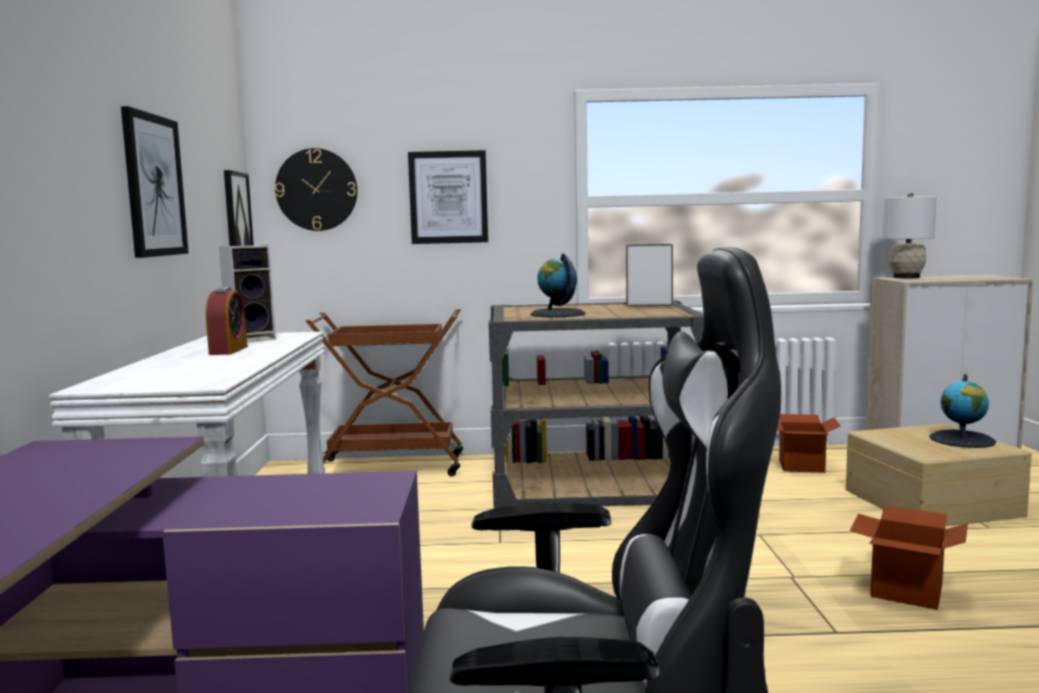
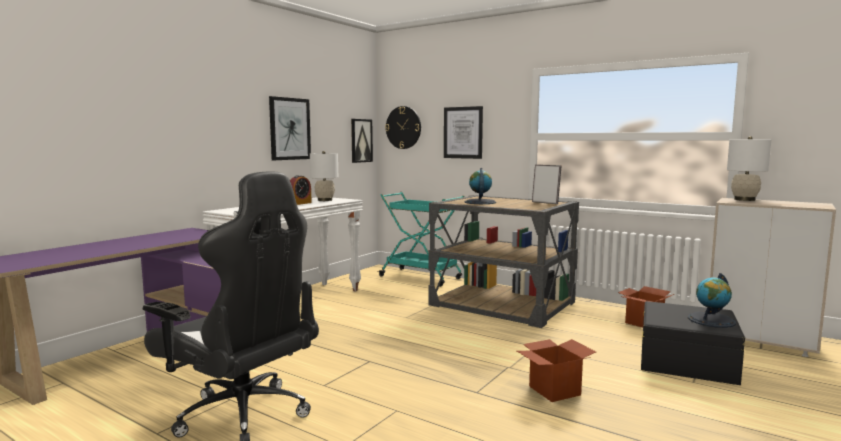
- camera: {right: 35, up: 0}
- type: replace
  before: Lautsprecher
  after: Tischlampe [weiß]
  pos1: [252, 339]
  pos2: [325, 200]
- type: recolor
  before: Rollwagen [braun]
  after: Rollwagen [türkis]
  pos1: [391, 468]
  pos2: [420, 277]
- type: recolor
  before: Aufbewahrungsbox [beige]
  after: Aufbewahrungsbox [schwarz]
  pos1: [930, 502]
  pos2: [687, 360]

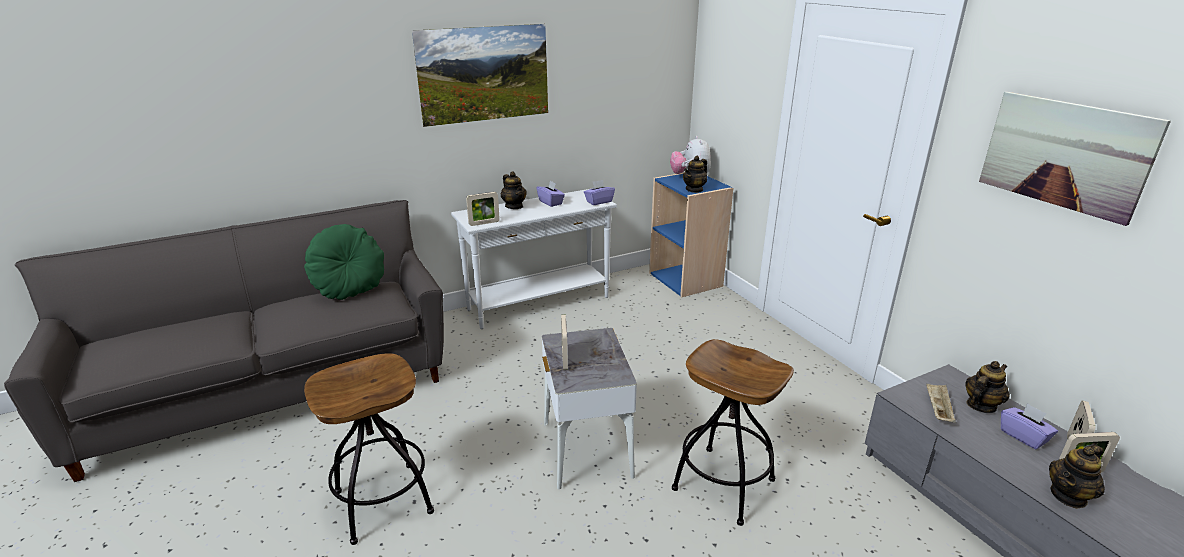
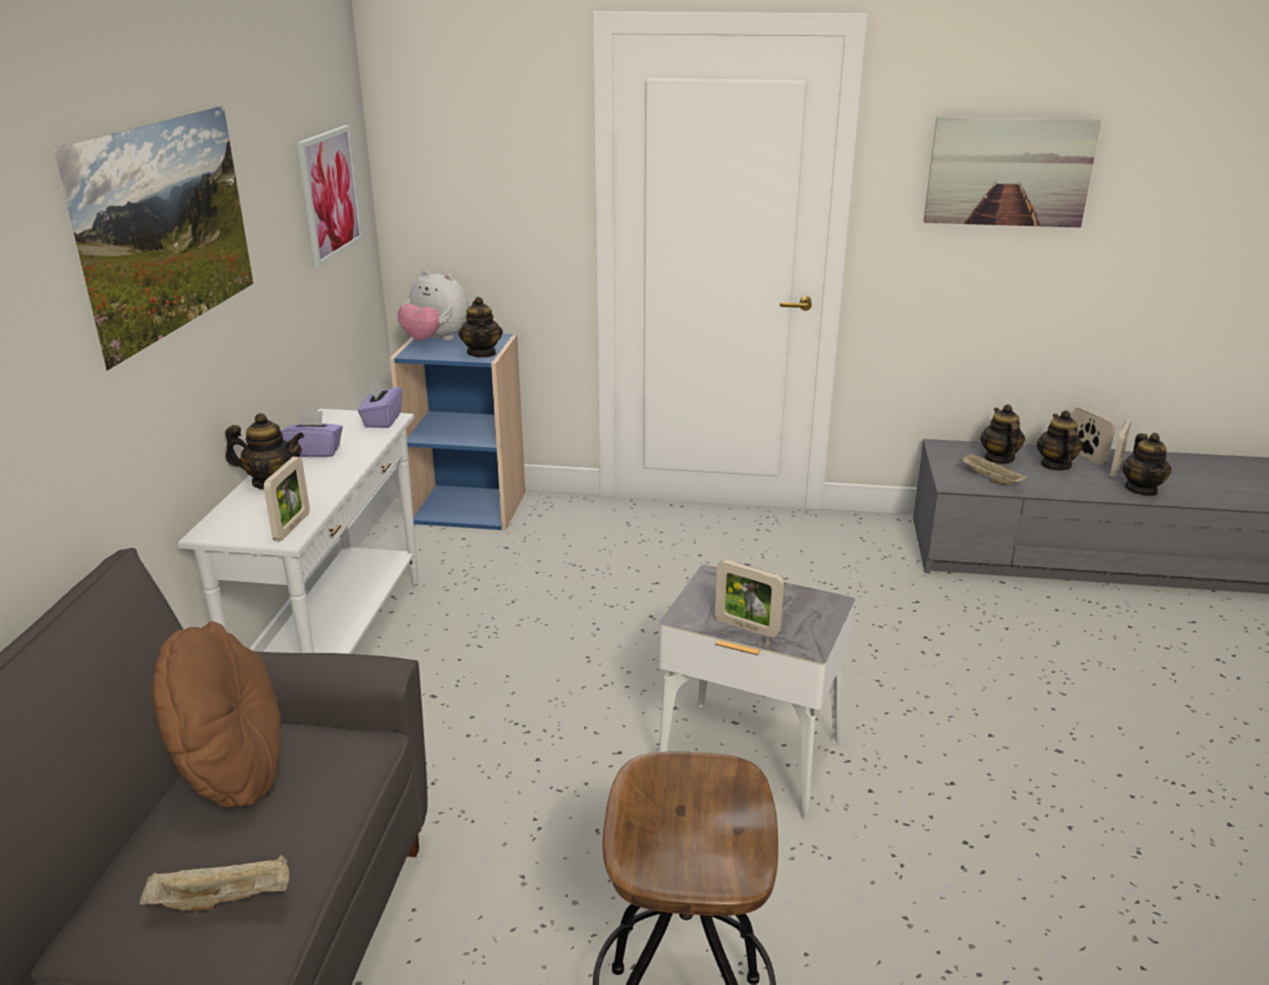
- camera: {right: -55, up: 0}
- type: delete
  before: Hocker [braun]
  pos1: [723, 483]
- type: insert
  after: Tablett [beige]
  pos2: [224, 900]
- type: insert
  after: Bild
  pos2: [329, 194]
- type: replace
  before: Taschentuchbox [lila]
  after: Teekanne
  pos1: [1023, 436]
  pos2: [1055, 465]
- type: recolor
  before: Kissen [grün]
  after: Kissen [braun]
  pos1: [351, 292]
  pos2: [235, 776]

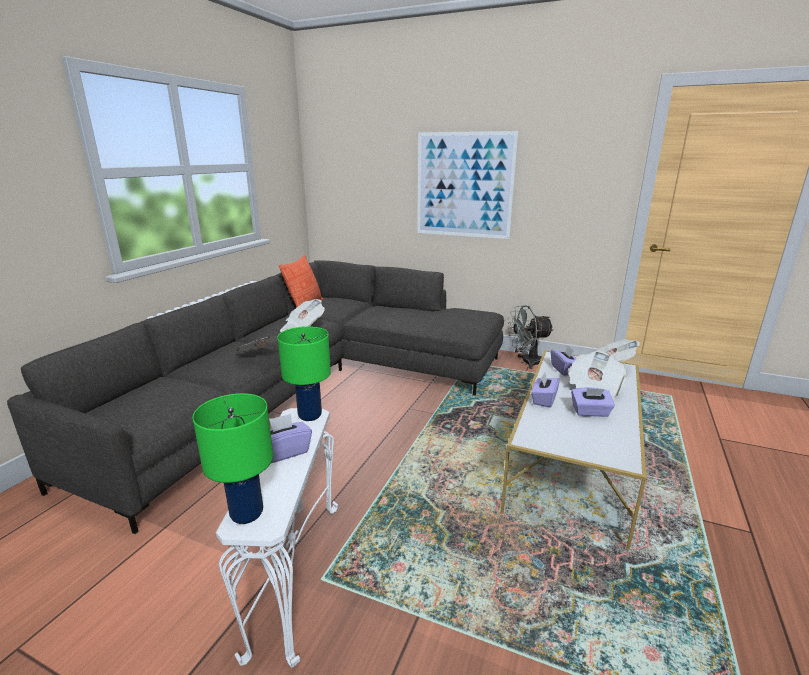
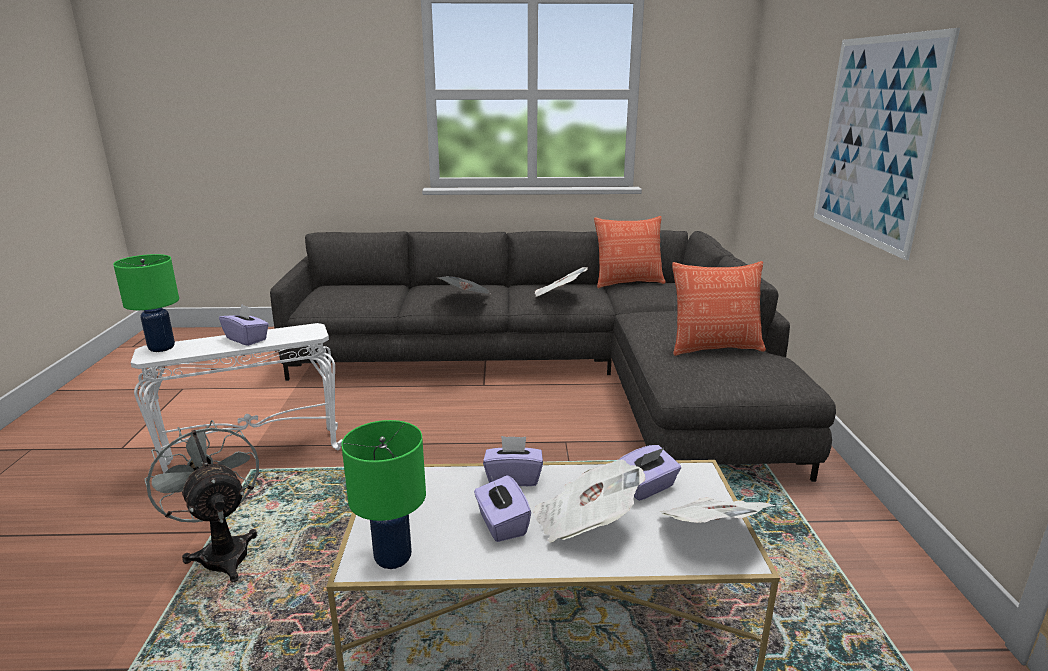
- camera: {right: 65, up: 0}
- type: insert
  after: Kissen [orange]
  pos2: [714, 348]
- type: move
  before: Tischlampe [grün]
  pos1: [310, 415]
  pos2: [395, 558]
- type: move
  before: Ventilator [grau]
  pos1: [526, 362]
  pos2: [222, 551]

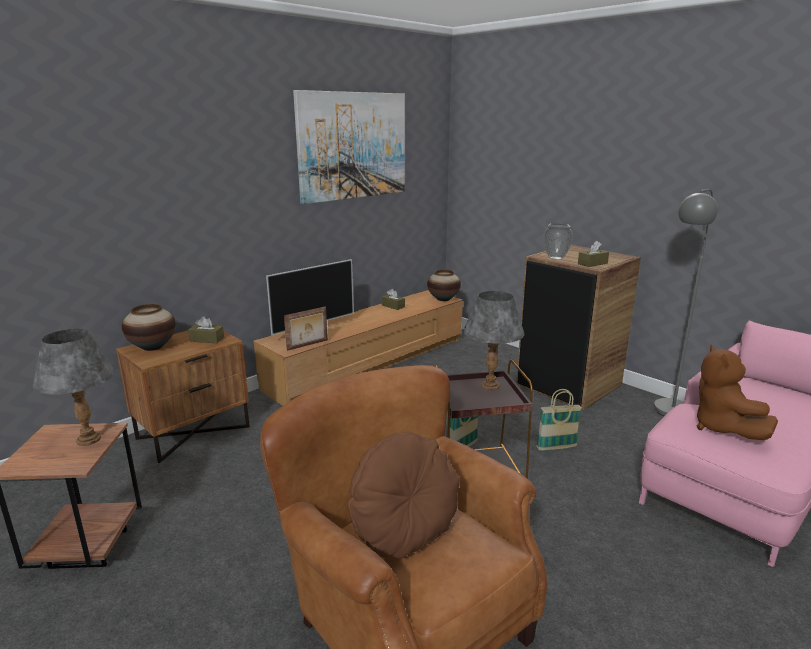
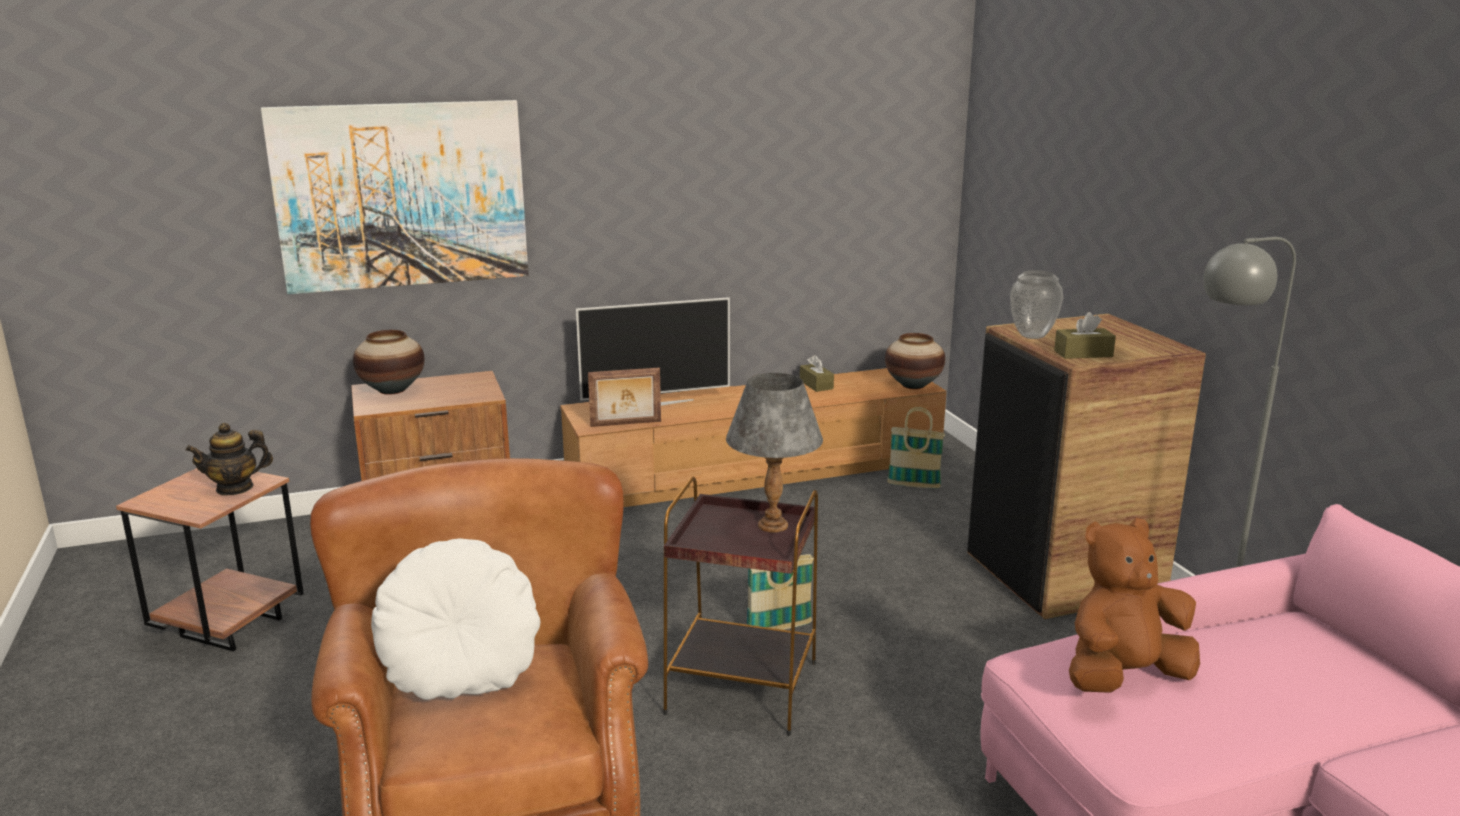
- camera: {right: 25, up: 0}
- type: delete
  before: Taschentuchbox [braun]
  pos1: [207, 339]
- type: move
  before: Bild
  pos1: [353, 146]
  pos2: [402, 195]
- type: move
  before: Korb
  pos1: [556, 447]
  pos2: [914, 485]
- type: replace
  before: Tischlampe [grau]
  after: Teekanne
  pos1: [89, 439]
  pos2: [235, 488]
- type: recolor
  before: Kissen [braun]
  after: Kissen [weiß]
  pos1: [405, 537]
  pos2: [463, 682]
- type: rotate
  before: Plüschtier [braun]
  pos1: [722, 428]
  pos2: [1123, 677]
  turn: 45

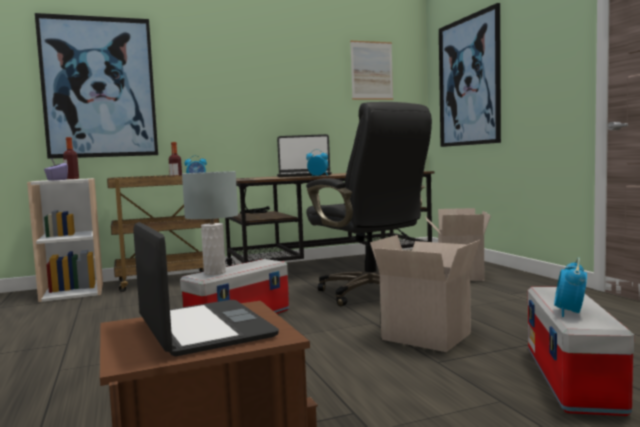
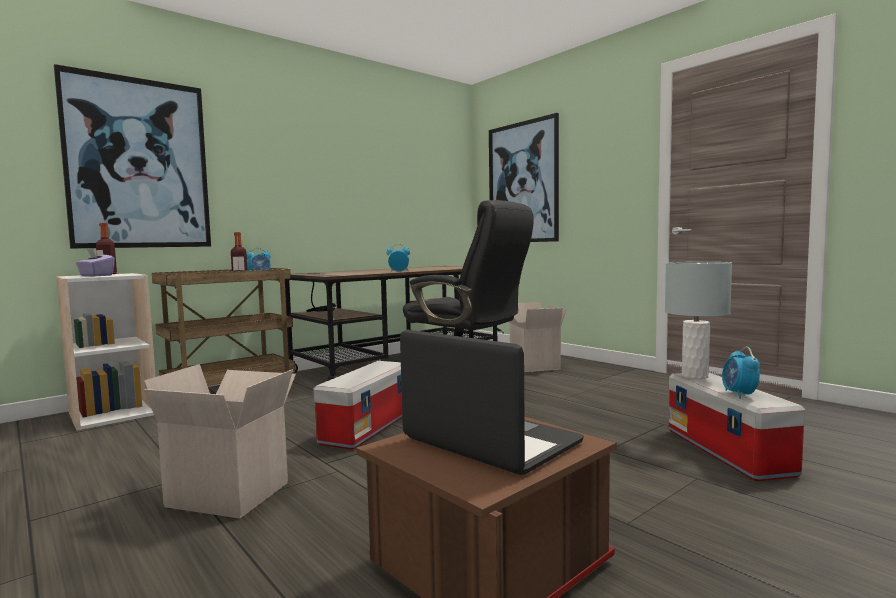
- camera: {right: -20, up: 0}
- type: delete
  before: Laptop
  pos1: [304, 175]
- type: delete
  before: Bild
  pos1: [371, 70]
- type: move
  before: Tischlampe [grau]
  pos1: [214, 272]
  pos2: [695, 376]
- type: move
  before: Karton
  pos1: [428, 336]
  pos2: [232, 493]

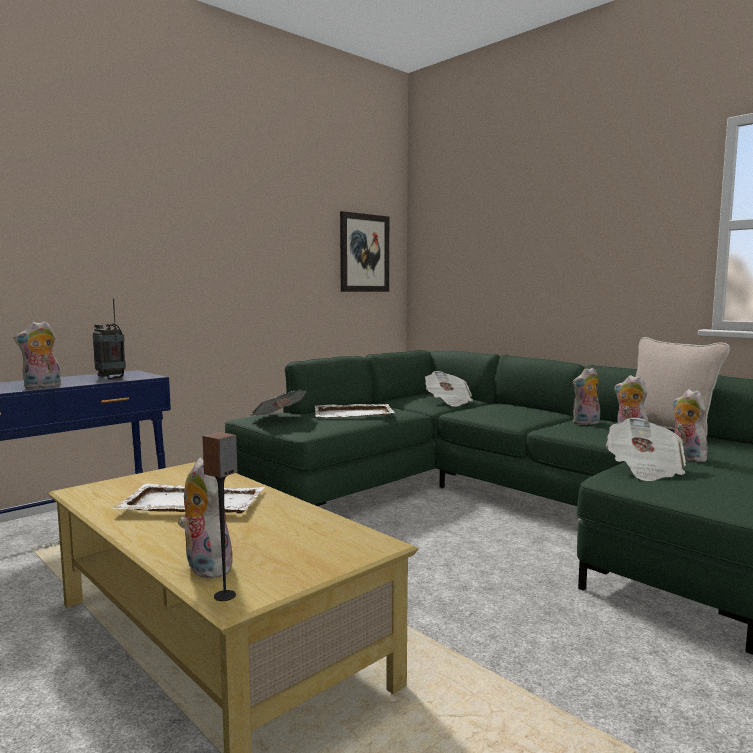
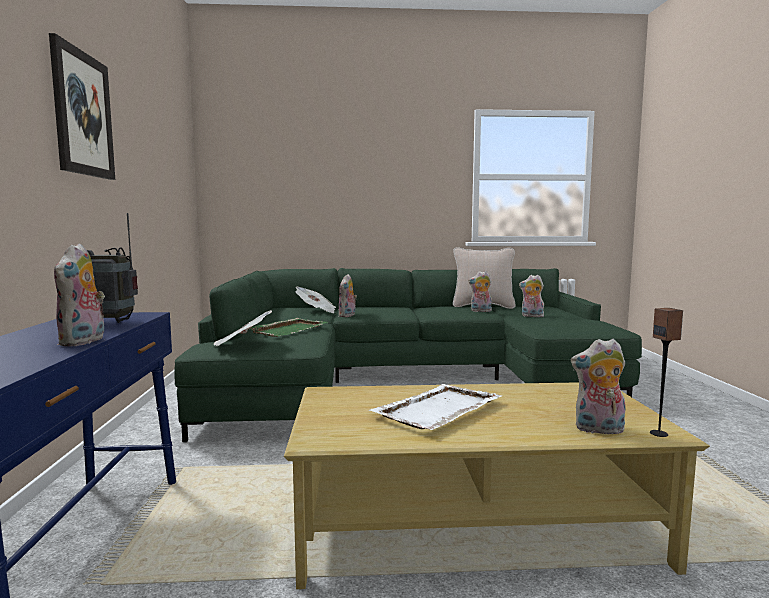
- camera: {right: -50, up: 0}
- type: delete
  before: Zeitung
  pos1: [644, 469]
- type: move
  before: Bild
  pos1: [364, 253]
  pos2: [82, 114]
- type: move
  before: Plüschtier
  pos1: [586, 423]
  pos2: [347, 315]
- type: recolor
  before: Tablett [weiß]
  after: Tablett [grün]
  pos1: [354, 414]
  pos2: [289, 329]

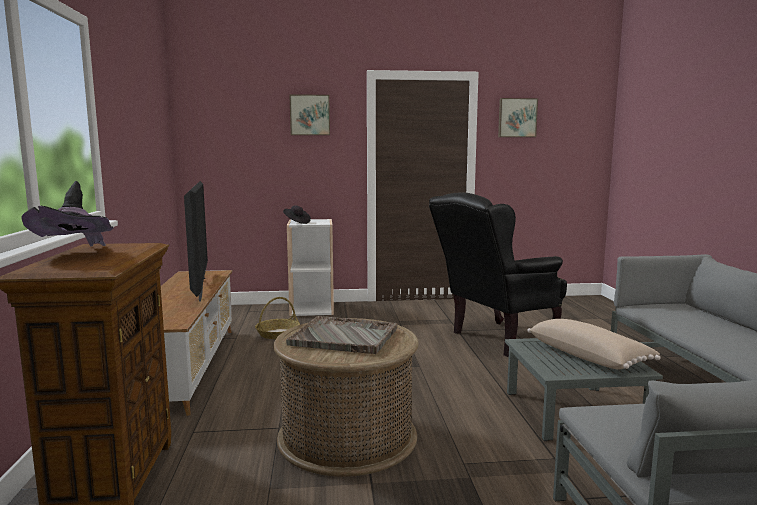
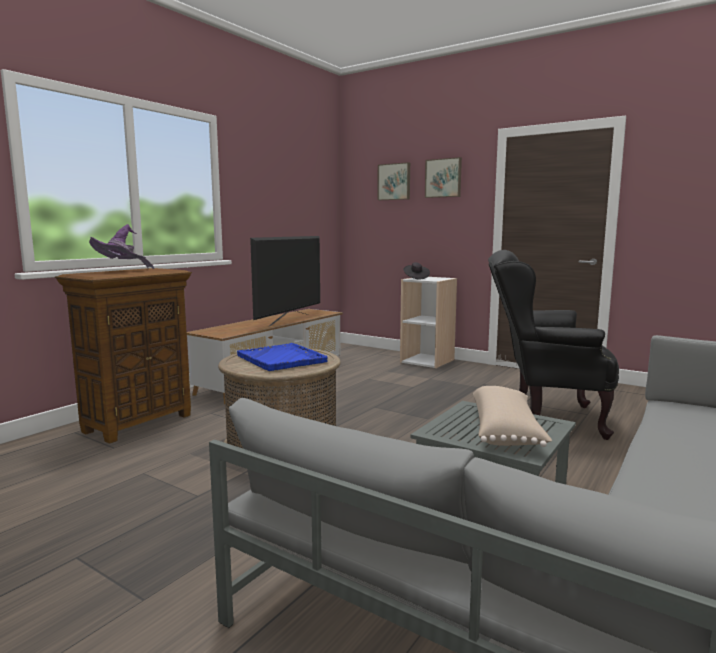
- camera: {right: 40, up: 0}
- type: delete
  before: Korb
  pos1: [278, 334]
- type: move
  before: Bild
  pos1: [517, 118]
  pos2: [394, 182]
- type: recolor
  before: Hut [schwarz]
  after: Hut [lila]
  pos1: [77, 255]
  pos2: [122, 271]
- type: recolor
  before: Tablett [grau]
  after: Tablett [blau]
  pos1: [345, 337]
  pos2: [281, 359]

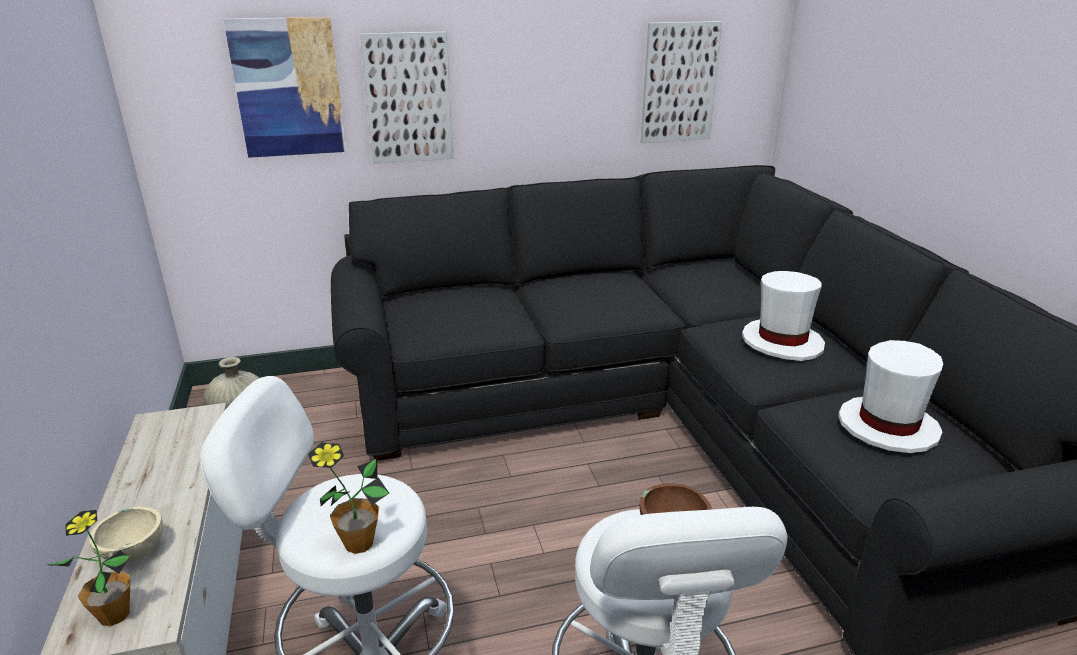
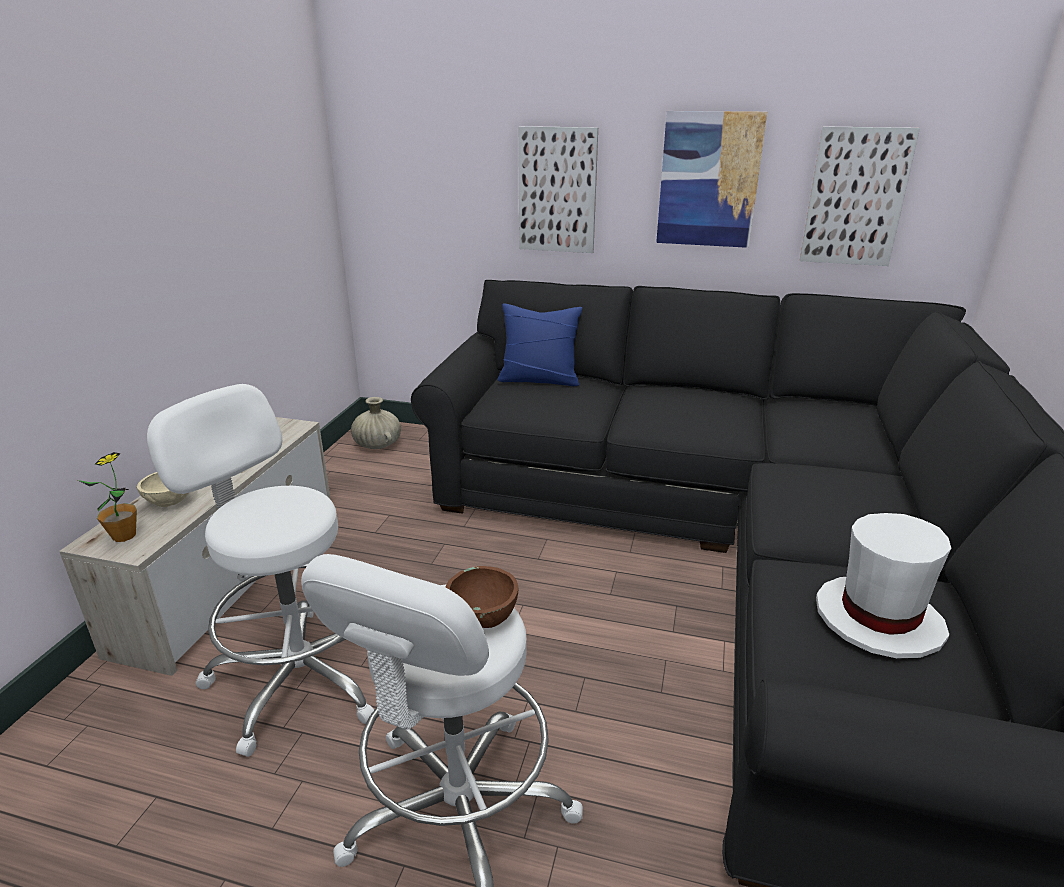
- camera: {right: 30, up: 0}
- type: delete
  before: Topfpflanze
  pos1: [359, 543]
- type: delete
  before: Hut [weiß]
  pos1: [782, 342]
- type: insert
  after: Kissen [blau]
  pos2: [539, 380]
- type: move
  before: Bild
  pos1: [288, 88]
  pos2: [709, 180]

